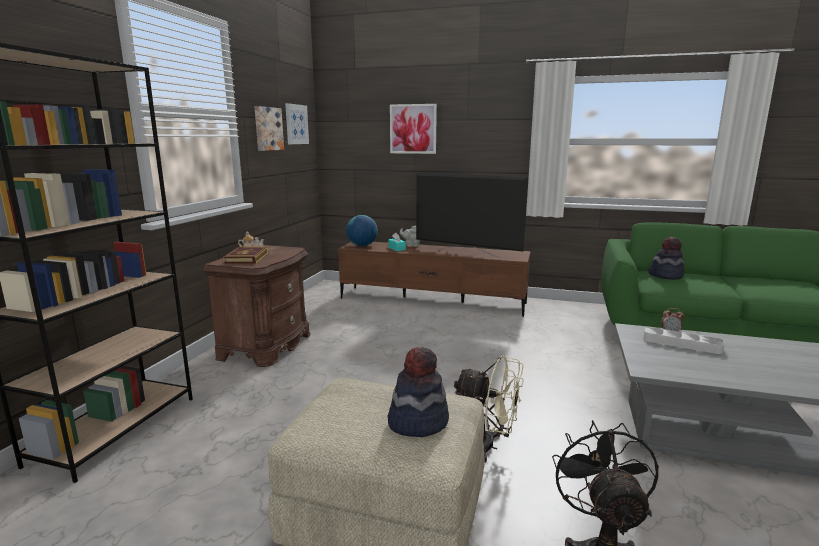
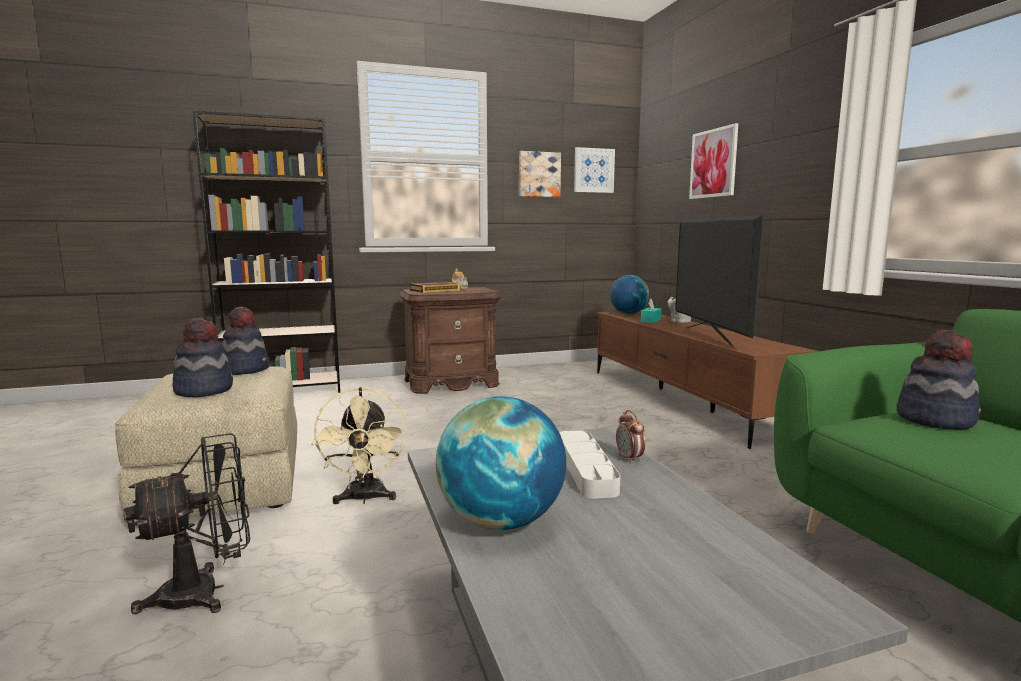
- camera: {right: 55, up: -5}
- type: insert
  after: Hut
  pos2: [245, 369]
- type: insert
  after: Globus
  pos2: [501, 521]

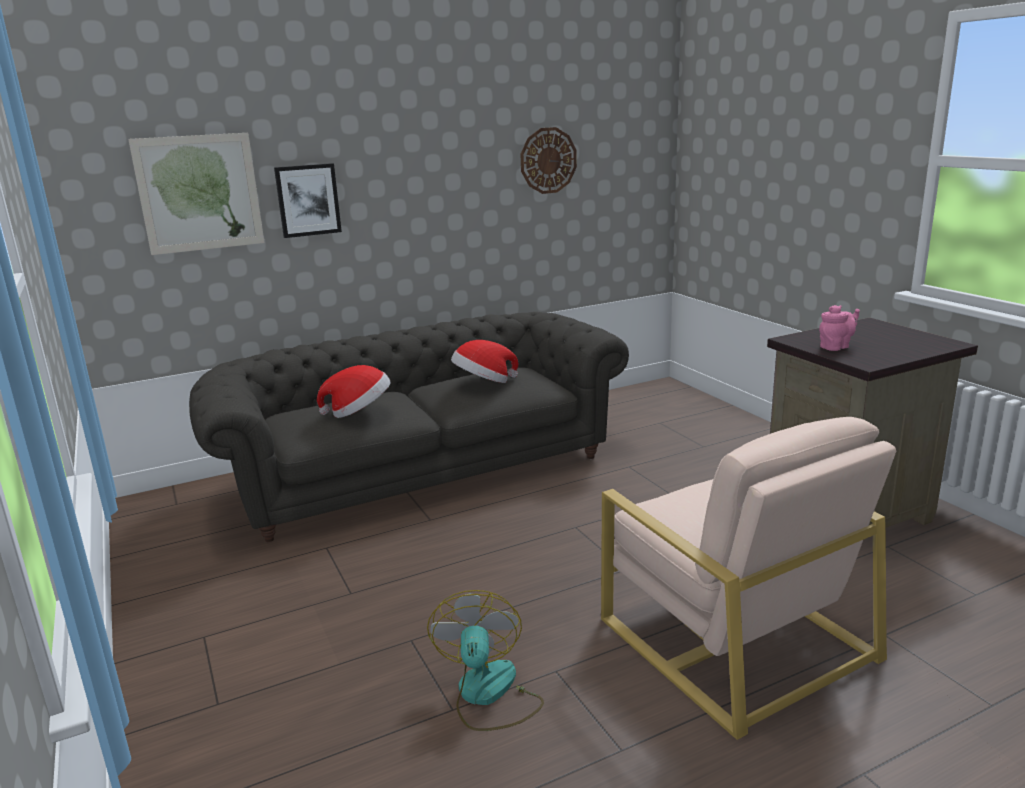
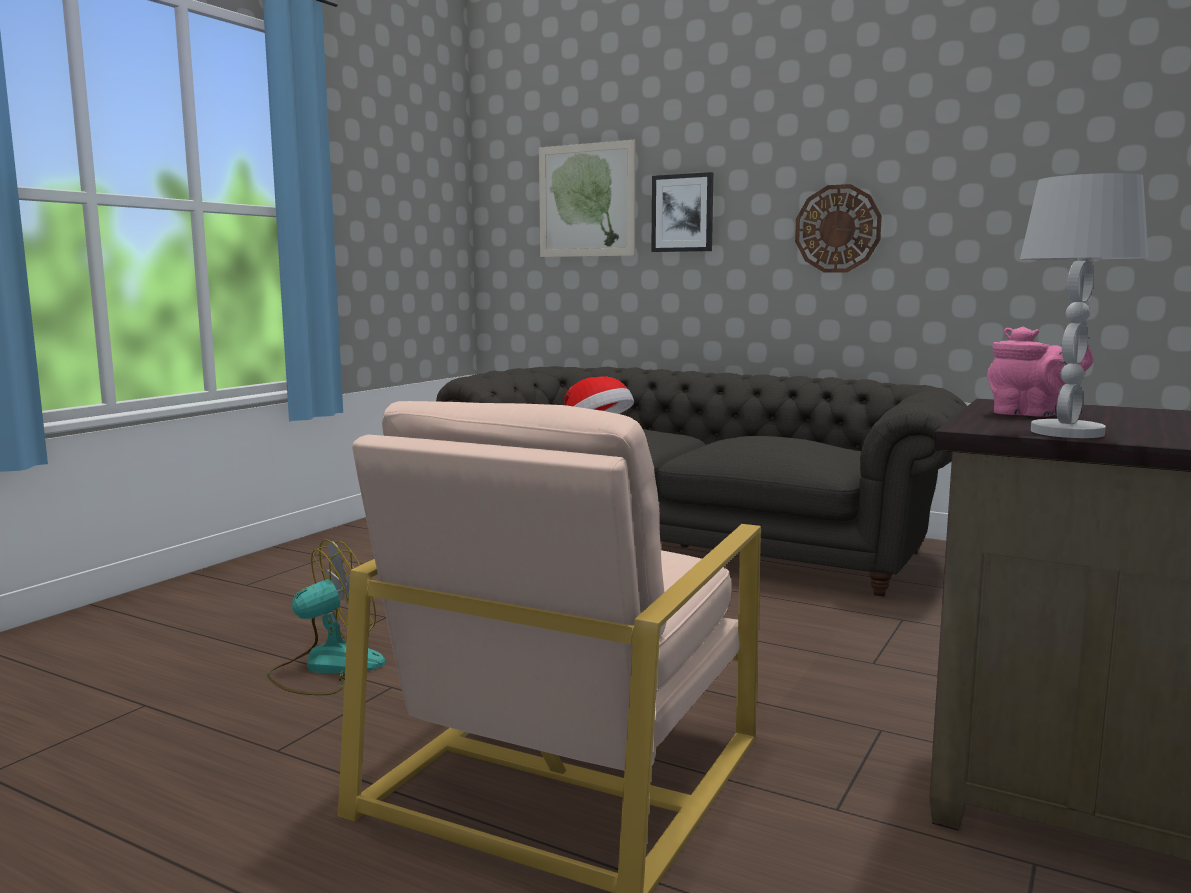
- camera: {right: 55, up: -10}
- type: delete
  before: Hut
  pos1: [483, 383]
- type: insert
  after: Tischlampe [weiß]
  pos2: [1067, 432]
- type: move
  before: Wanduhr
  pos1: [548, 160]
  pos2: [837, 229]

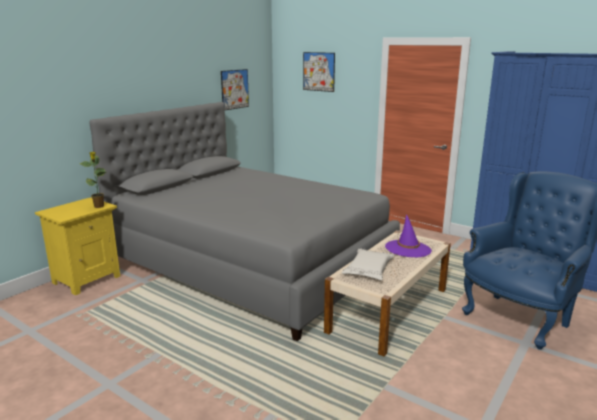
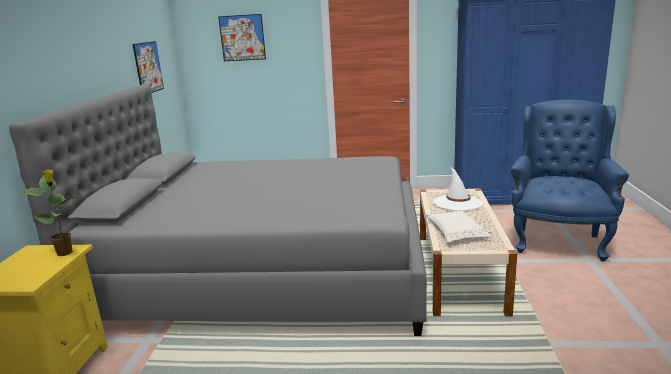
- camera: {right: -30, up: 0}
- type: recolor
  before: Hut [lila]
  after: Hut [weiß]
  pos1: [408, 249]
  pos2: [457, 203]

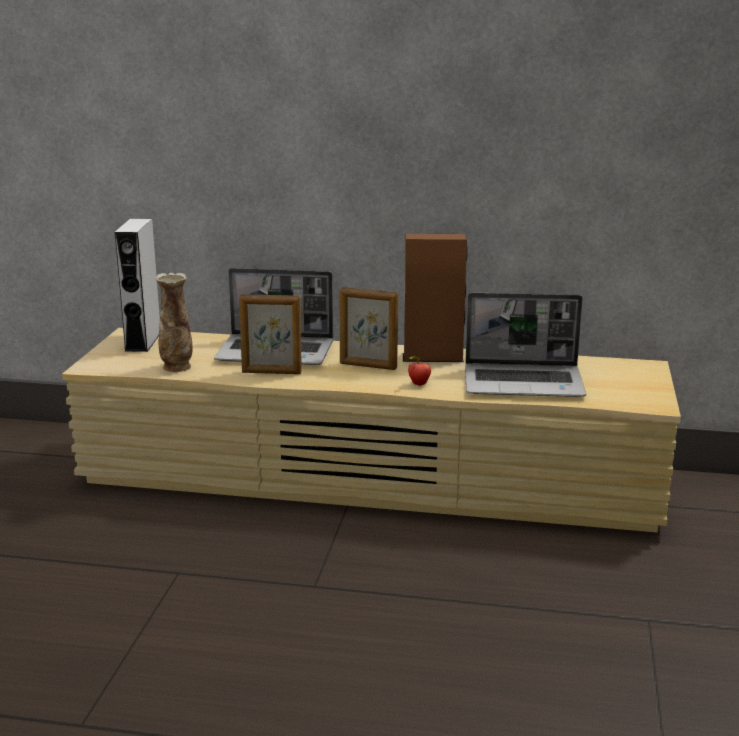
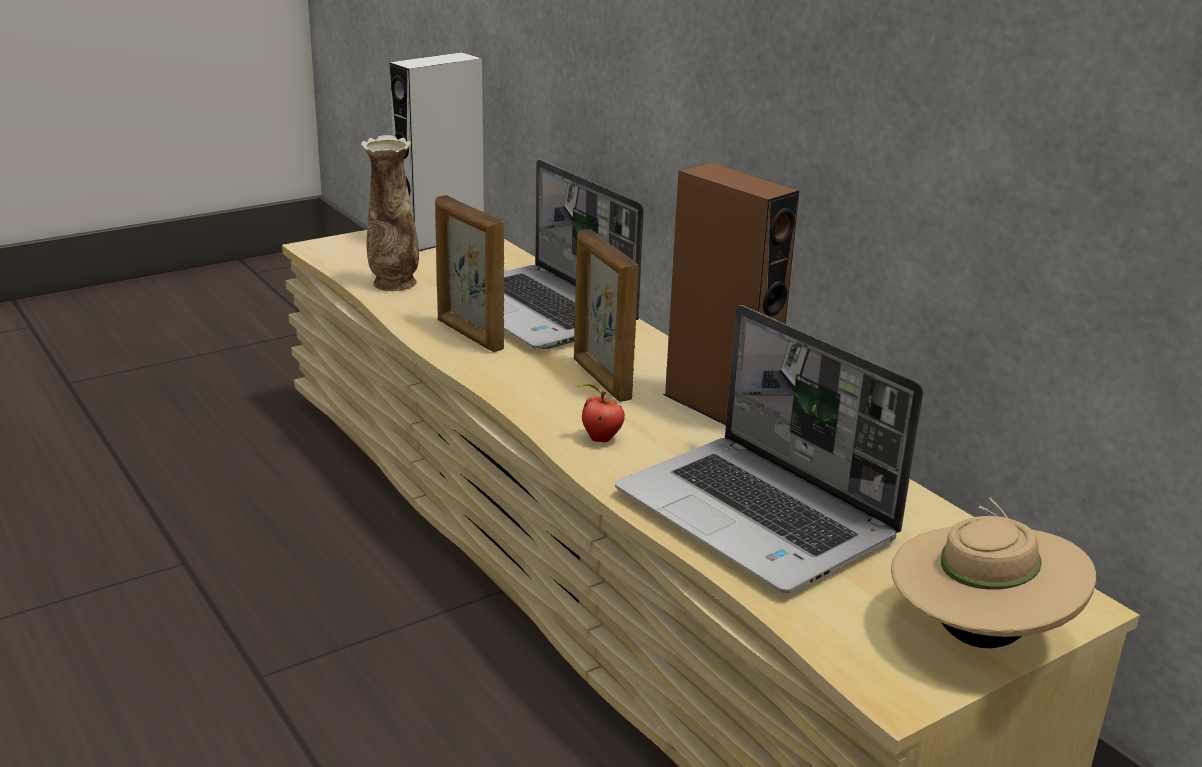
- camera: {right: 45, up: 5}
- type: insert
  after: Hut [beige]
  pos2: [977, 634]

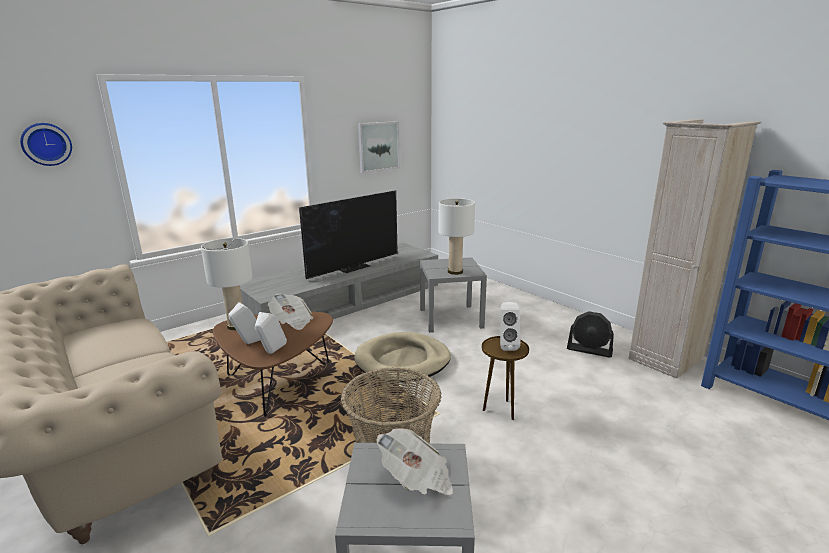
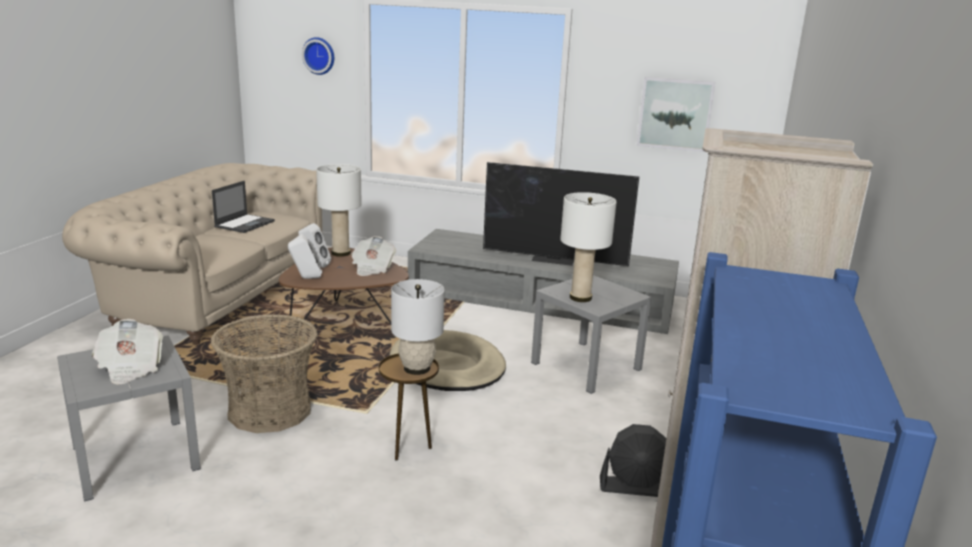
- camera: {right: 55, up: 0}
- type: insert
  after: Laptop
  pos2: [245, 224]
- type: replace
  before: Lautsprecher [weiß]
  after: Tischlampe [weiß]
  pos1: [507, 346]
  pos2: [417, 368]
- type: rotate
  before: Ventilator [schwarz]
  pos1: [589, 350]
  pos2: [636, 488]
  turn: -75

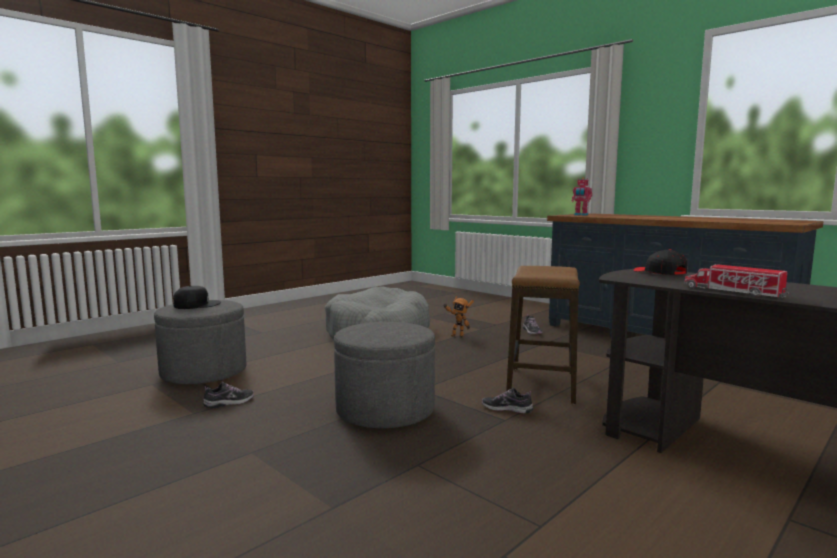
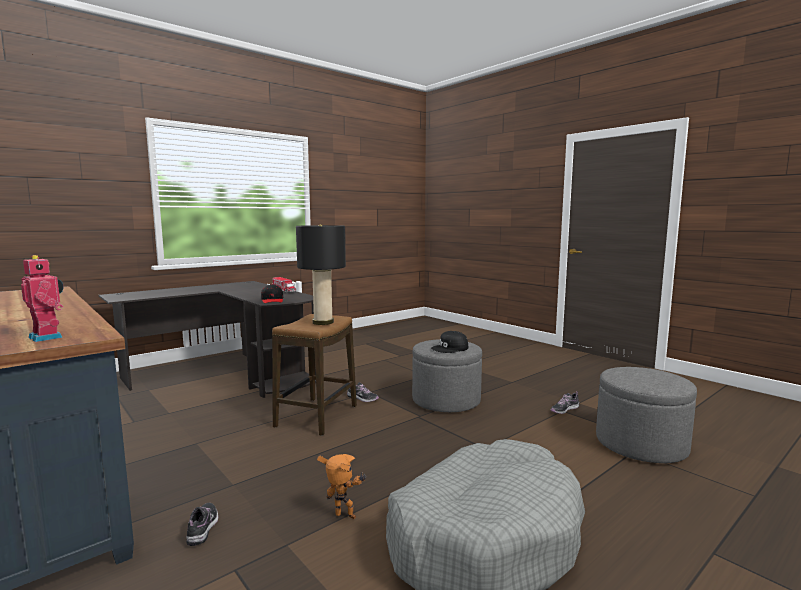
- camera: {right: -175, up: 0}
- type: insert
  after: Tischlampe [schwarz]
  pos2: [322, 322]
- type: move
  before: Kappe [schwarz]
  pos1: [196, 305]
  pos2: [450, 348]

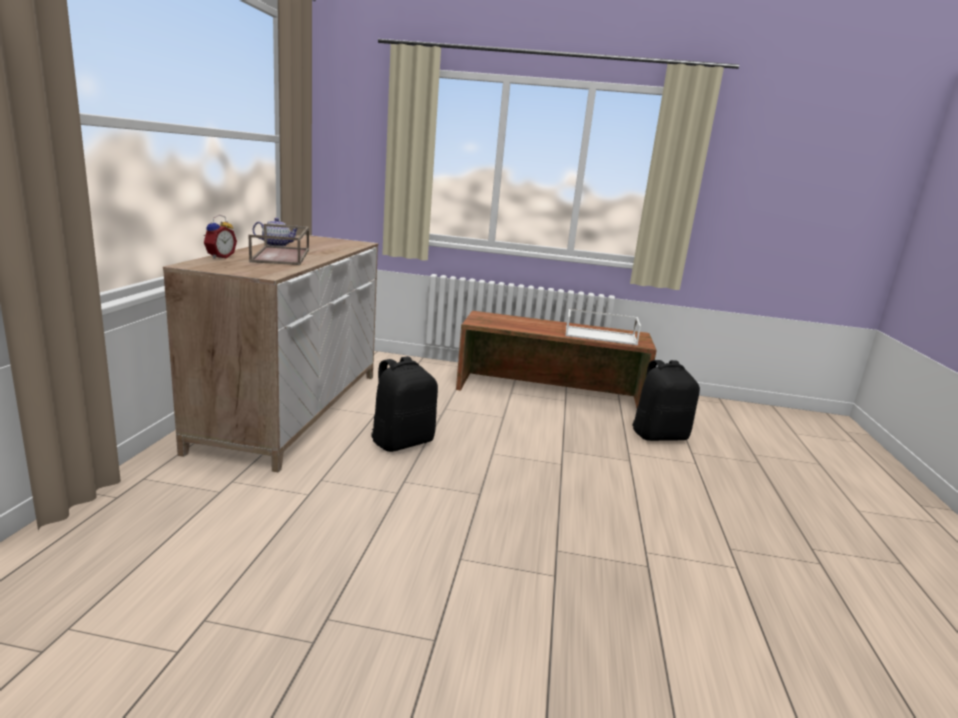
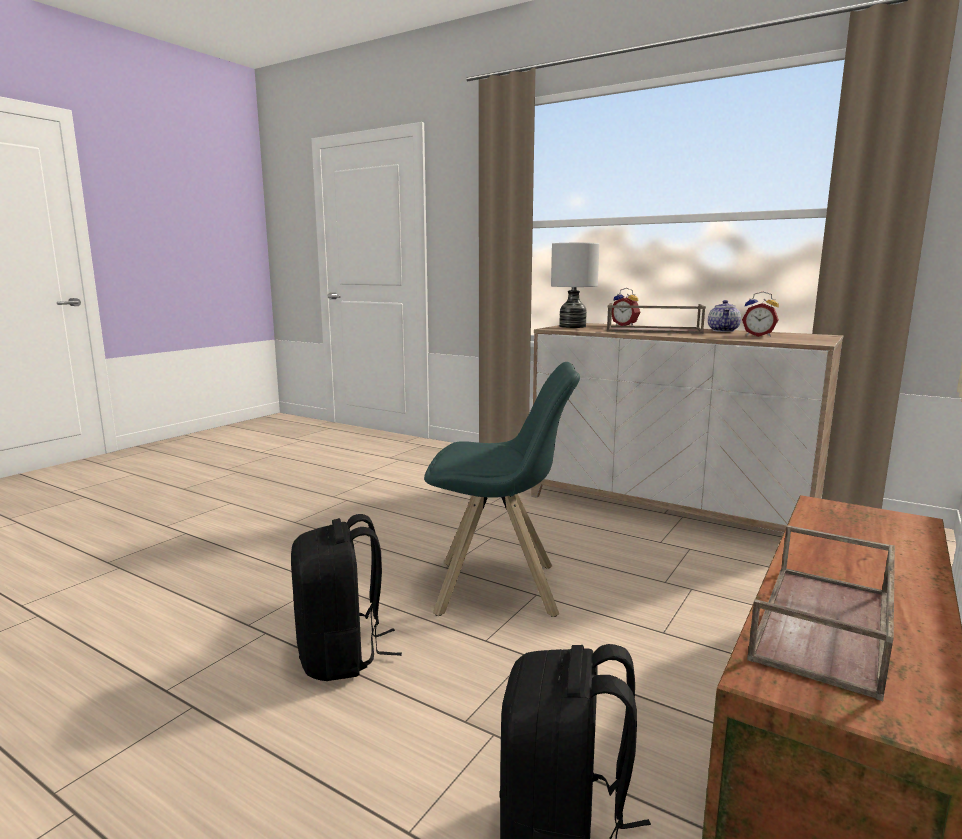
- camera: {right: 115, up: -5}
- type: insert
  after: Stuhl [türkis]
  pos2: [498, 588]
- type: insert
  after: Tischlampe [grau]
  pos2: [572, 327]
- type: insert
  after: Wecker
  pos2: [758, 336]
- type: move
  before: Rucksack [schwarz]
  pos1: [402, 442]
  pos2: [342, 655]
- type: recolor
  before: Tablett [weiß]
  after: Tablett [braun]
  pos1: [601, 335]
  pos2: [826, 626]

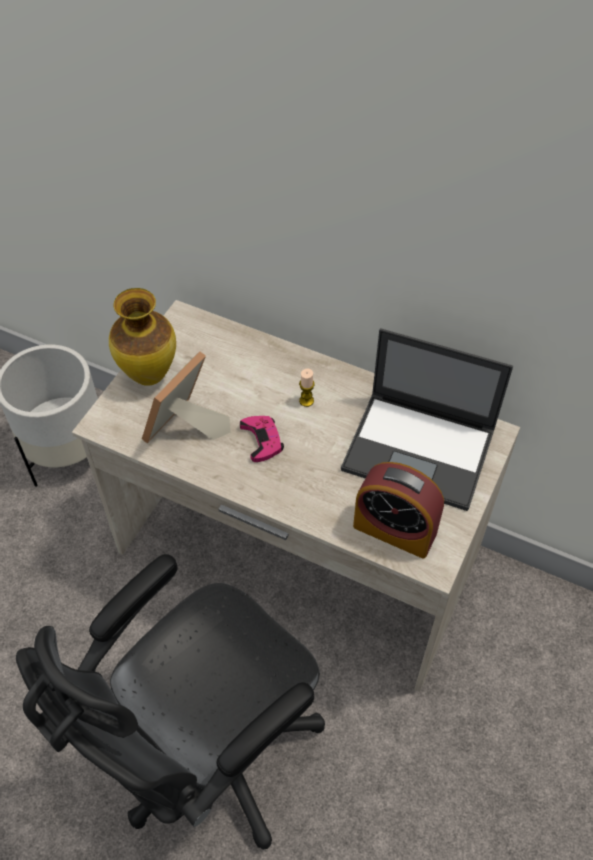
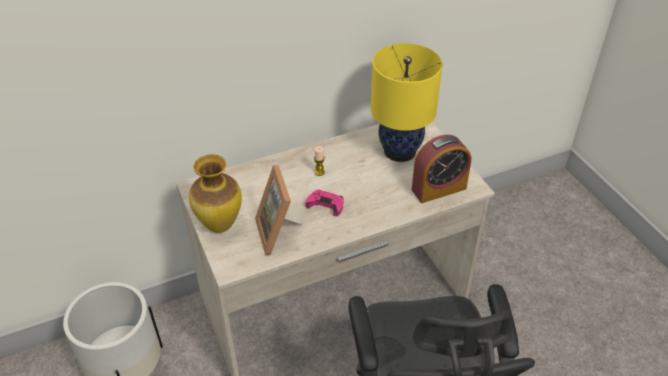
- camera: {right: -50, up: -10}
- type: replace
  before: Laptop
  after: Tischlampe [gelb]
  pos1: [420, 450]
  pos2: [400, 151]

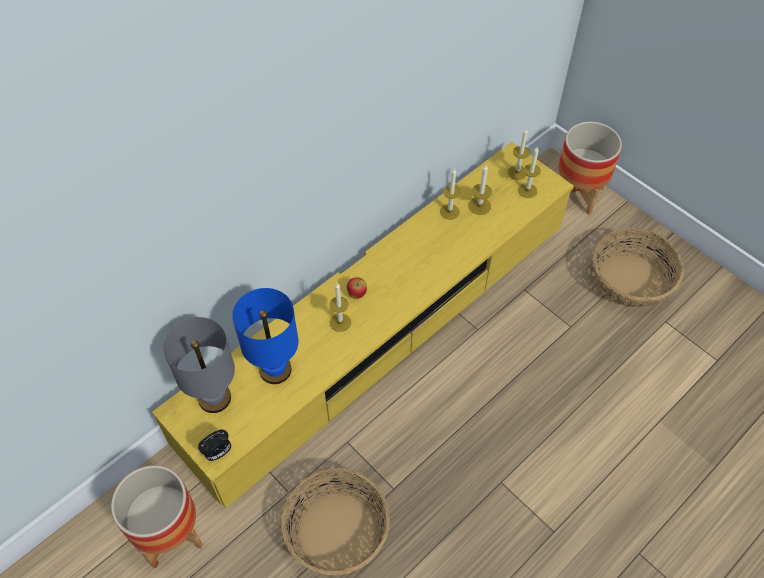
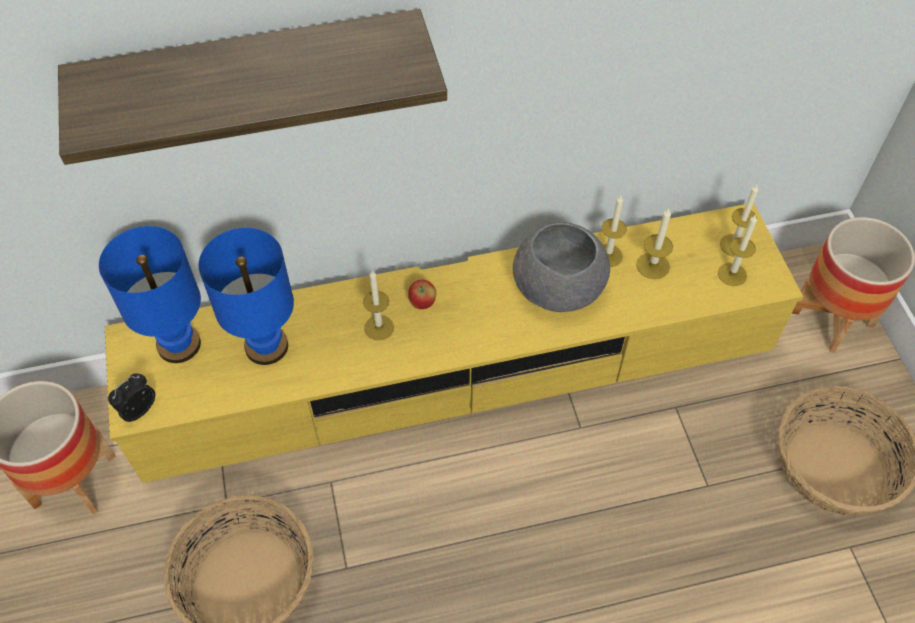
- camera: {right: 30, up: 0}
- type: insert
  after: Wandregal
  pos2: [252, 76]
- type: insert
  after: Schüssel [grau]
  pos2: [556, 289]
- type: recolor
  before: Tischlampe [grau]
  after: Tischlampe [blau]
  pos1: [214, 397]
  pos2: [179, 343]
- type: rotate
  before: Wecker
  pos1: [218, 453]
  pos2: [138, 409]
  turn: 135

